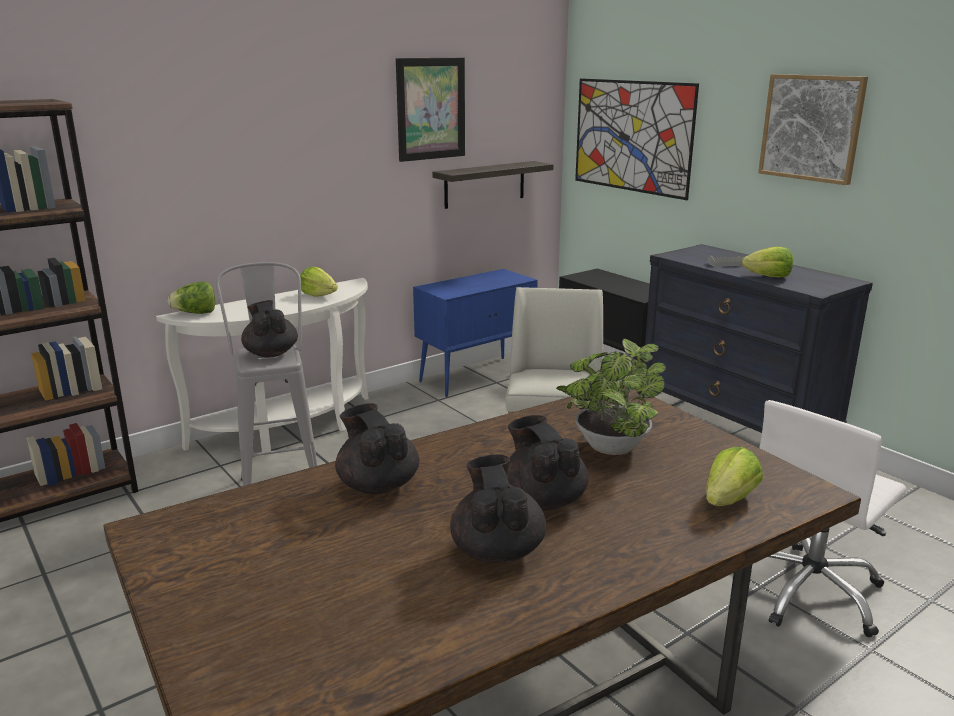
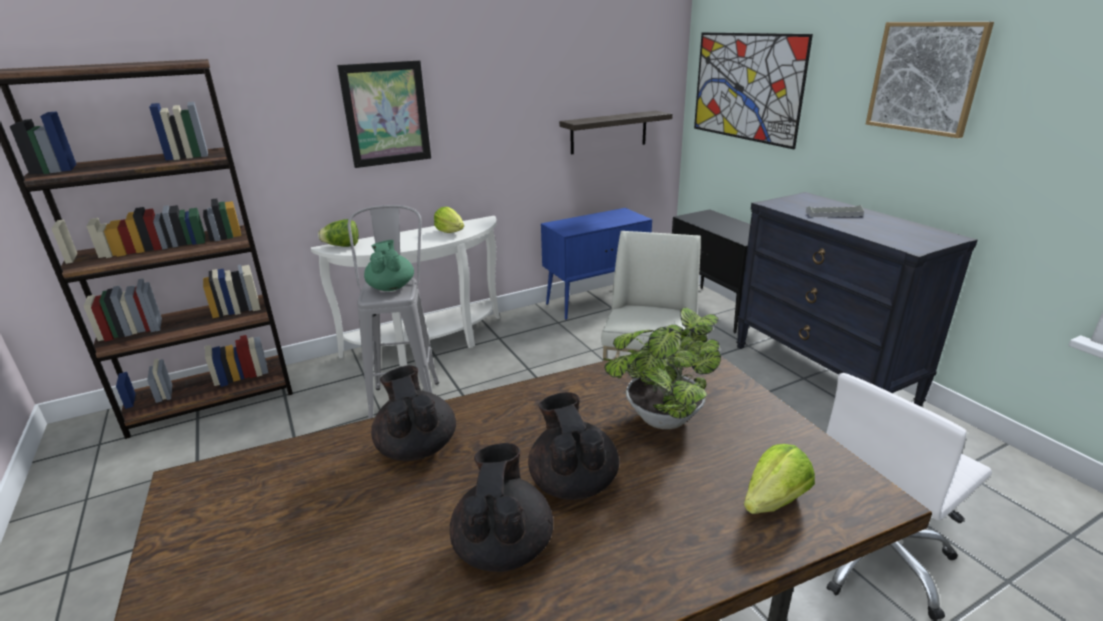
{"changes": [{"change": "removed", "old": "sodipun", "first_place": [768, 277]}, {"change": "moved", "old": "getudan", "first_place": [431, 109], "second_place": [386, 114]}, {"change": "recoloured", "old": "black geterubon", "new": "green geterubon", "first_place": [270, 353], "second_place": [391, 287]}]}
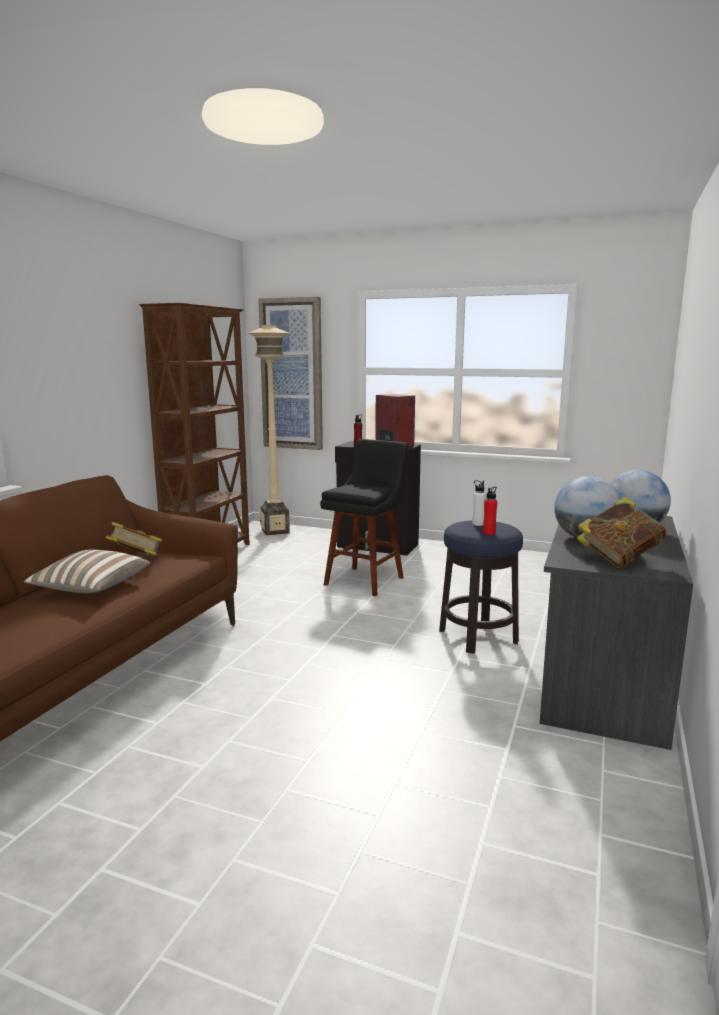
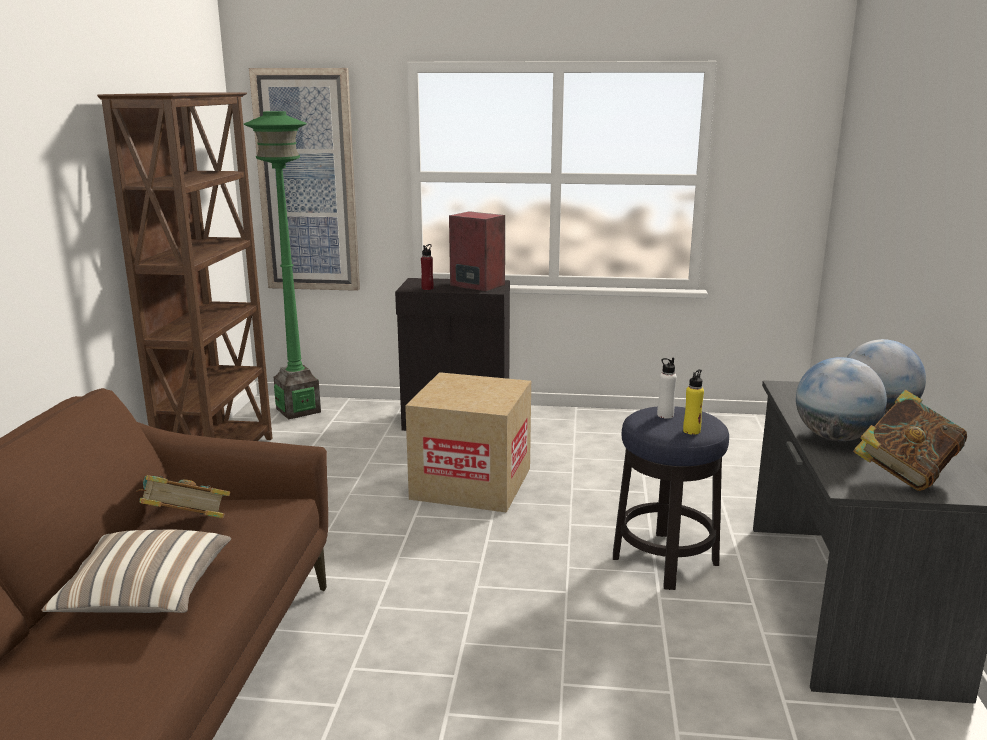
{"changes": [{"change": "replaced", "old": "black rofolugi", "new": "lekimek", "first_place": [366, 580], "second_place": [471, 483]}, {"change": "recoloured", "old": "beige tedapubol", "new": "green tedapubol", "first_place": [275, 531], "second_place": [298, 410]}, {"change": "recoloured", "old": "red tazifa", "new": "yellow tazifa", "first_place": [489, 533], "second_place": [691, 431]}]}
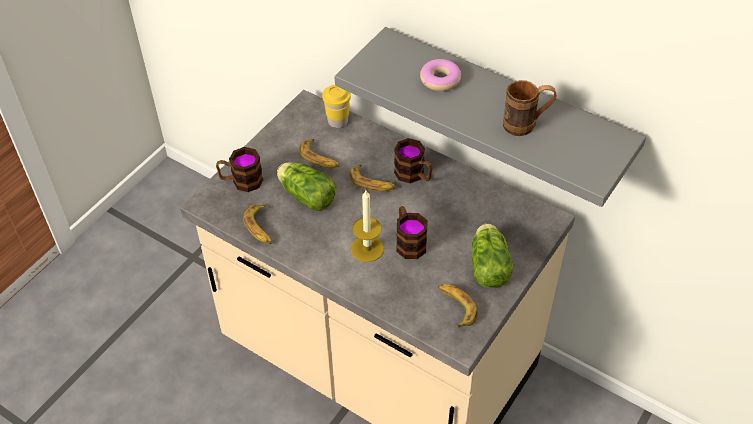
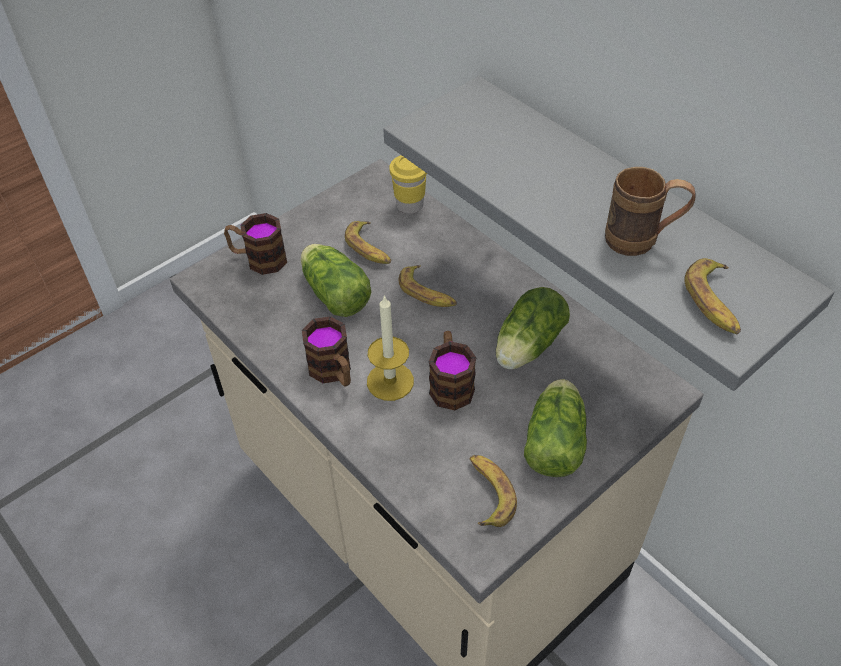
{"changes": [{"change": "removed", "old": "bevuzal", "first_place": [440, 80]}, {"change": "added", "new": "sodipun", "second_place": [526, 347]}, {"change": "moved", "old": "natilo", "first_place": [260, 228], "second_place": [714, 302]}, {"change": "moved", "old": "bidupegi", "first_place": [414, 175], "second_place": [334, 372]}]}
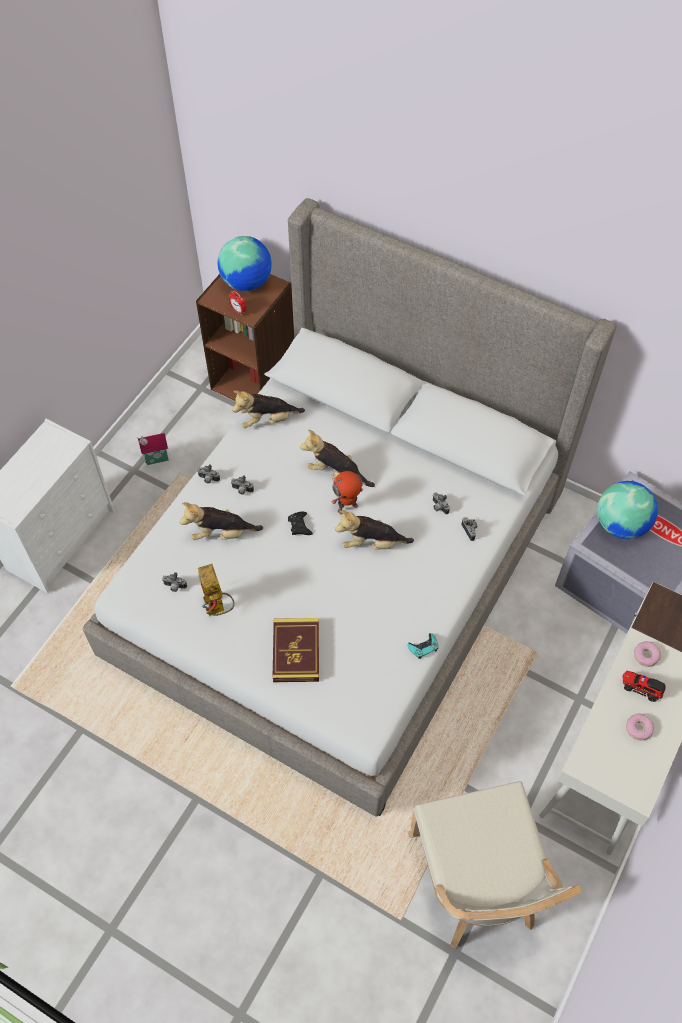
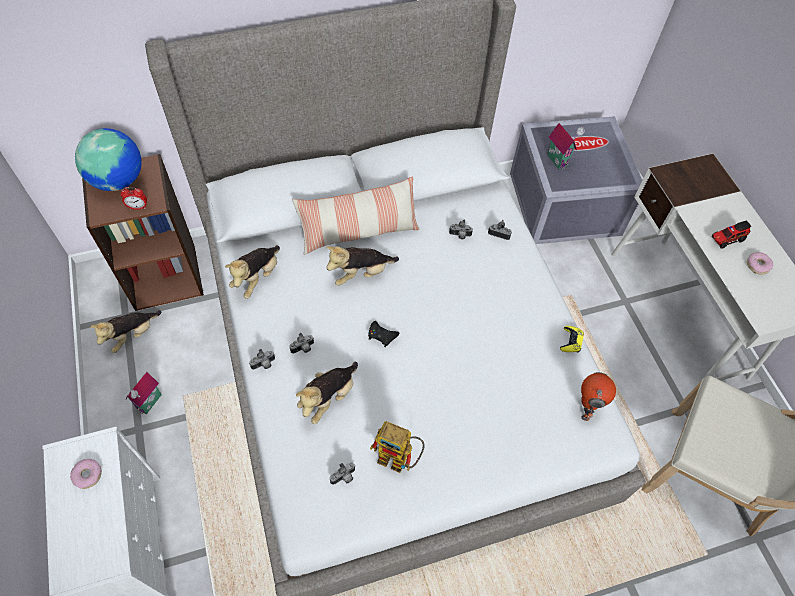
{"changes": [{"change": "removed", "old": "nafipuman", "first_place": [296, 652]}, {"change": "added", "new": "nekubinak", "second_place": [359, 232]}, {"change": "moved", "old": "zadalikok", "first_place": [347, 507], "second_place": [585, 408]}, {"change": "moved", "old": "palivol", "first_place": [372, 543], "second_place": [132, 335]}, {"change": "moved", "old": "bevuzal", "first_place": [645, 655], "second_place": [87, 475]}, {"change": "replaced", "old": "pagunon", "new": "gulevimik", "first_place": [621, 524], "second_place": [558, 160]}, {"change": "recoloured", "old": "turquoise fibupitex", "new": "yellow fibupitex", "first_place": [423, 647], "second_place": [571, 341]}]}
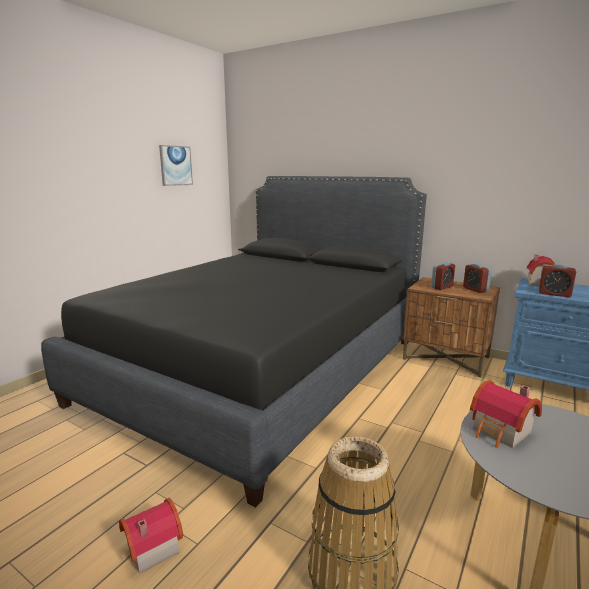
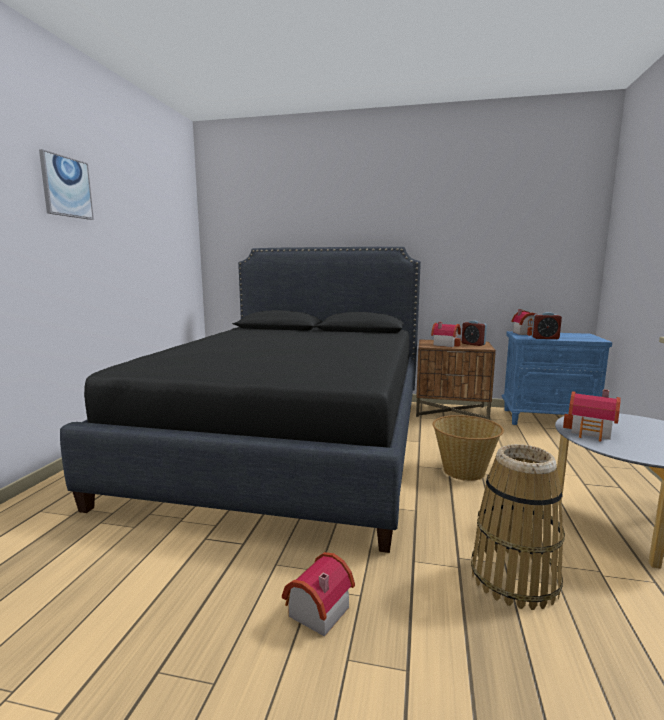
{"changes": [{"change": "added", "new": "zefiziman", "second_place": [464, 471]}, {"change": "moved", "old": "getudan", "first_place": [175, 165], "second_place": [66, 187]}, {"change": "replaced", "old": "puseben", "new": "gulevimik", "first_place": [442, 287], "second_place": [445, 344]}]}
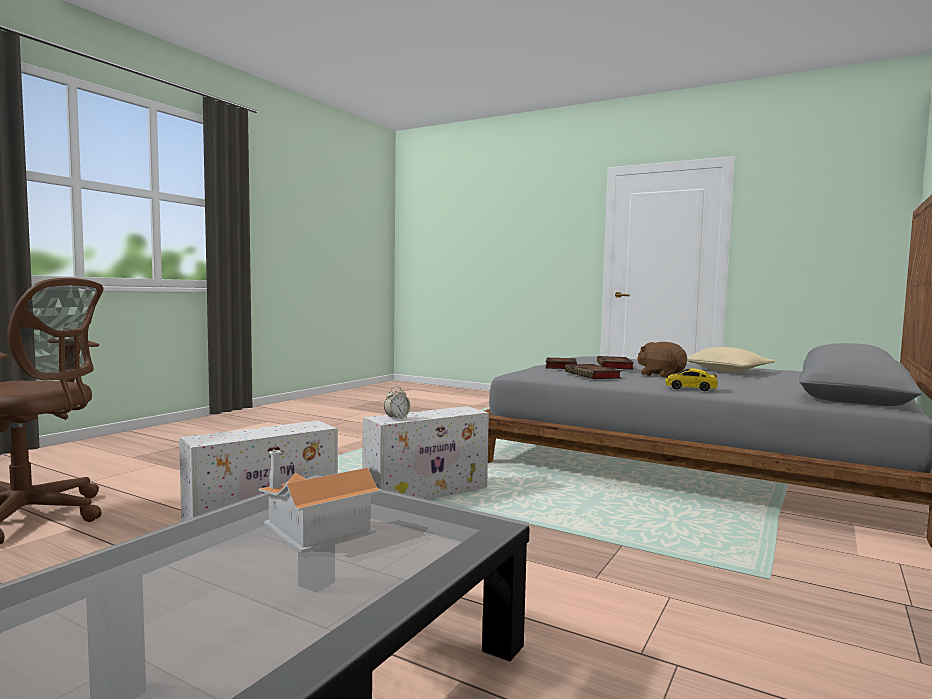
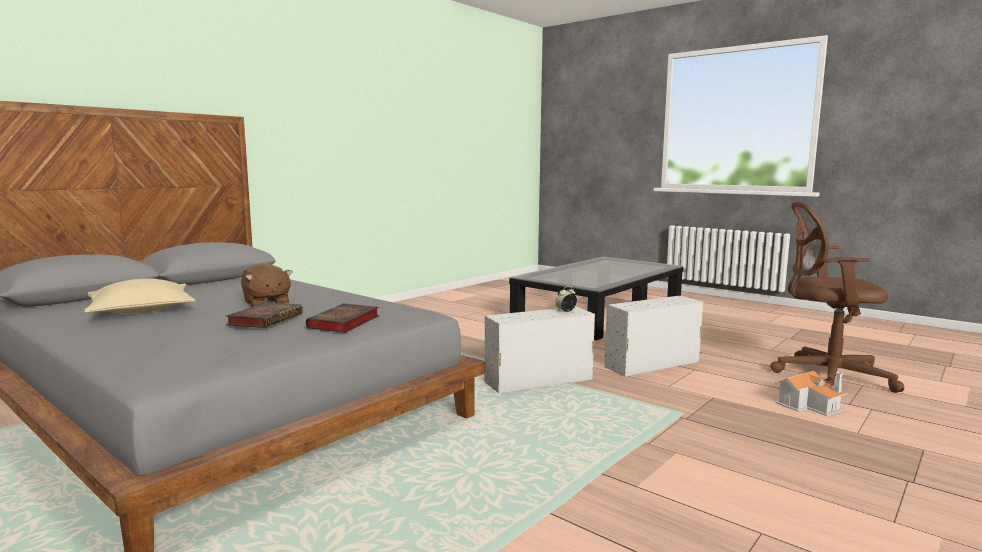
{"changes": [{"change": "removed", "old": "nafipuman", "first_place": [593, 375]}, {"change": "removed", "old": "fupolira", "first_place": [690, 388]}, {"change": "moved", "old": "gulevimik", "first_place": [313, 531], "second_place": [809, 405]}]}
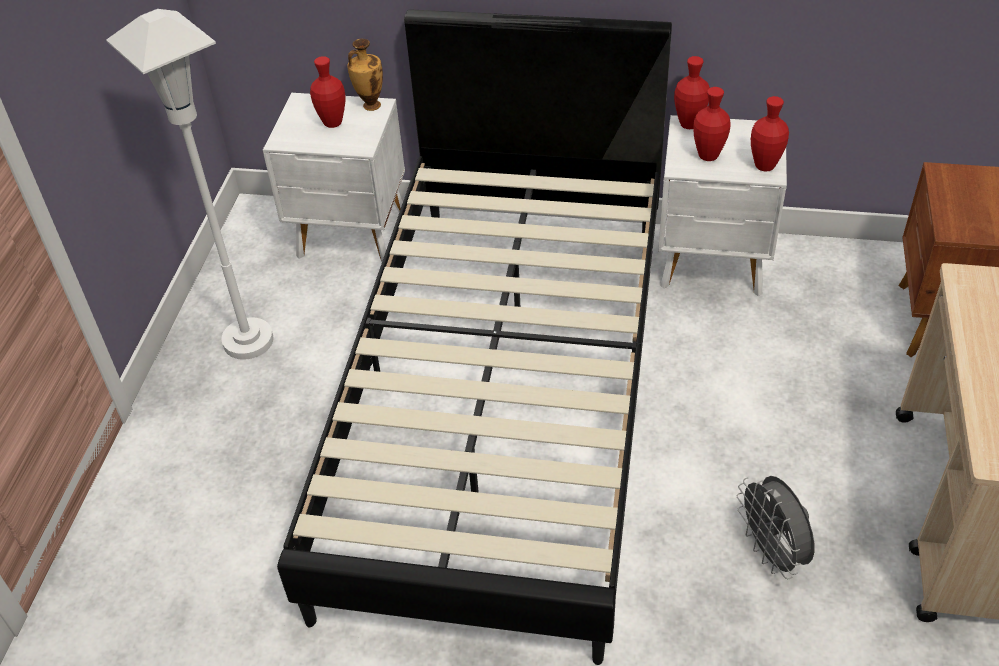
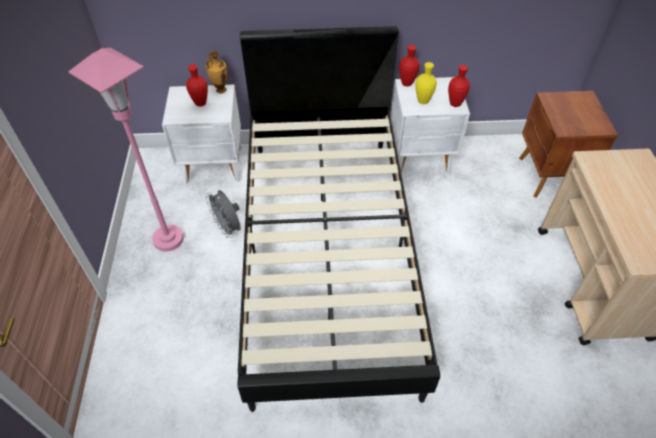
{"changes": [{"change": "moved", "old": "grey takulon", "first_place": [772, 553], "second_place": [228, 228]}, {"change": "recoloured", "old": "white tedapubol", "new": "pink tedapubol", "first_place": [248, 341], "second_place": [168, 239]}, {"change": "recoloured", "old": "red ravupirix", "new": "yellow ravupirix", "first_place": [708, 156], "second_place": [423, 101]}]}
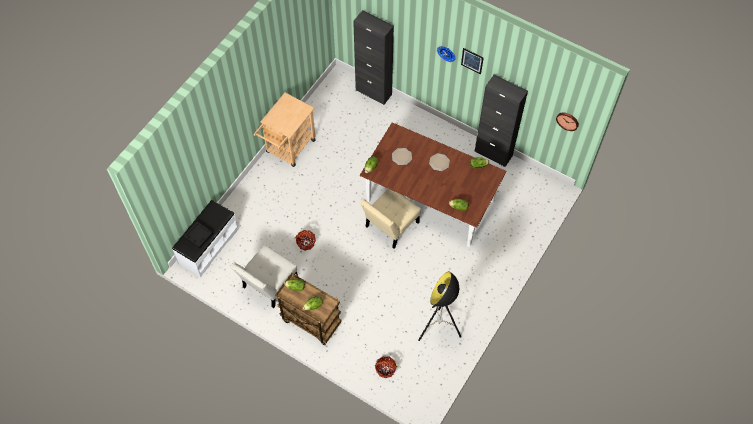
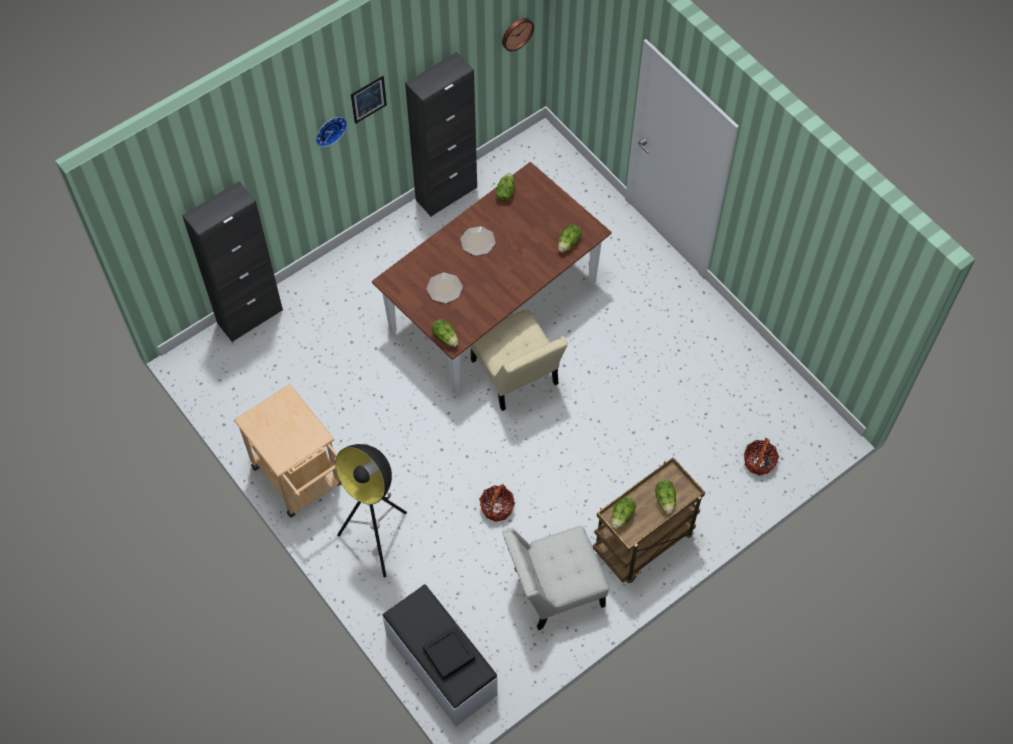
{"changes": [{"change": "moved", "old": "tedapubol", "first_place": [438, 328], "second_place": [378, 540]}, {"change": "turned", "old": "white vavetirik", "first_place": [268, 285], "second_place": [553, 589], "degrees": 105}]}
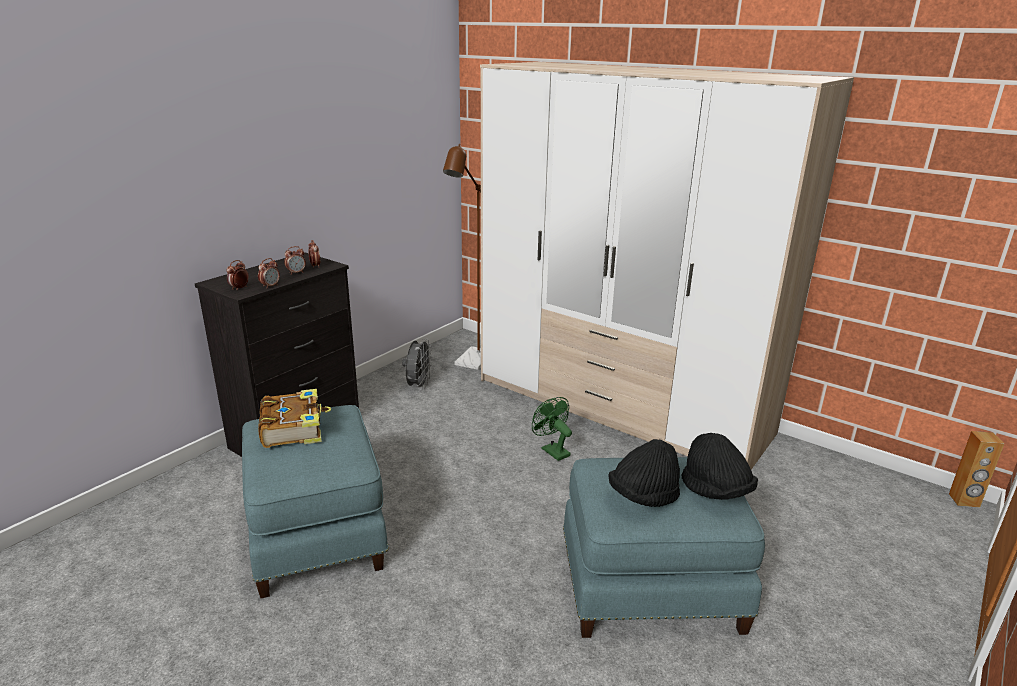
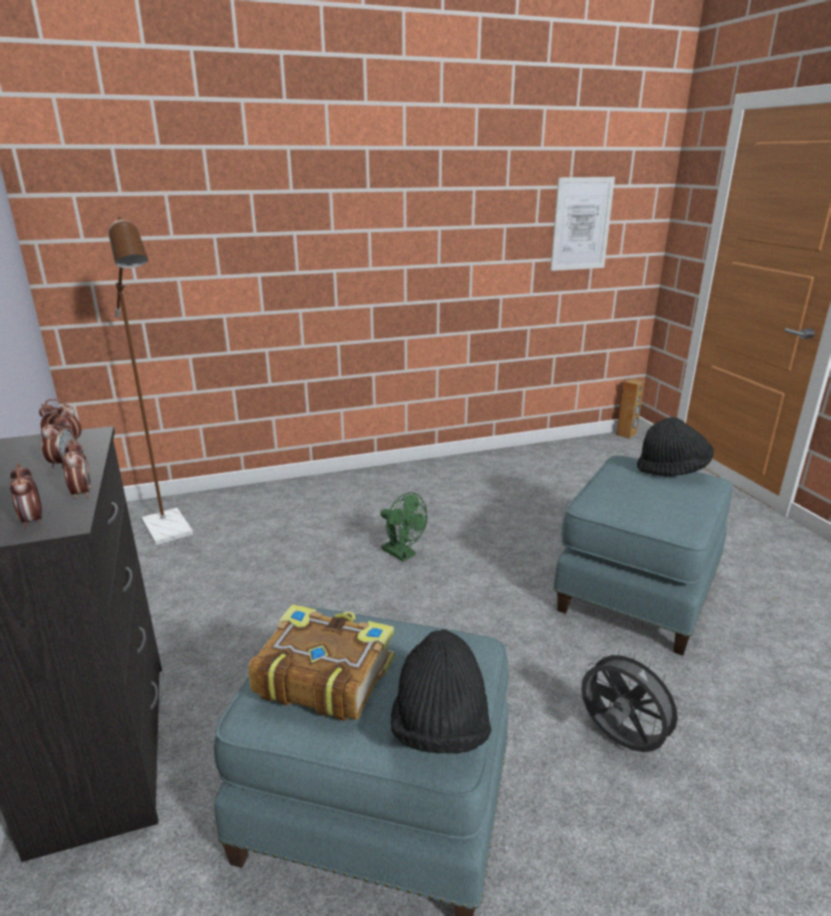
{"changes": [{"change": "removed", "old": "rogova", "first_place": [619, 406]}, {"change": "added", "new": "getudan", "second_place": [581, 224]}, {"change": "moved", "old": "grey takulon", "first_place": [418, 386], "second_place": [619, 741]}, {"change": "moved", "old": "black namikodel", "first_place": [643, 496], "second_place": [440, 728]}, {"change": "turned", "old": "green takulon", "first_place": [552, 450], "second_place": [403, 554], "degrees": -135}]}
